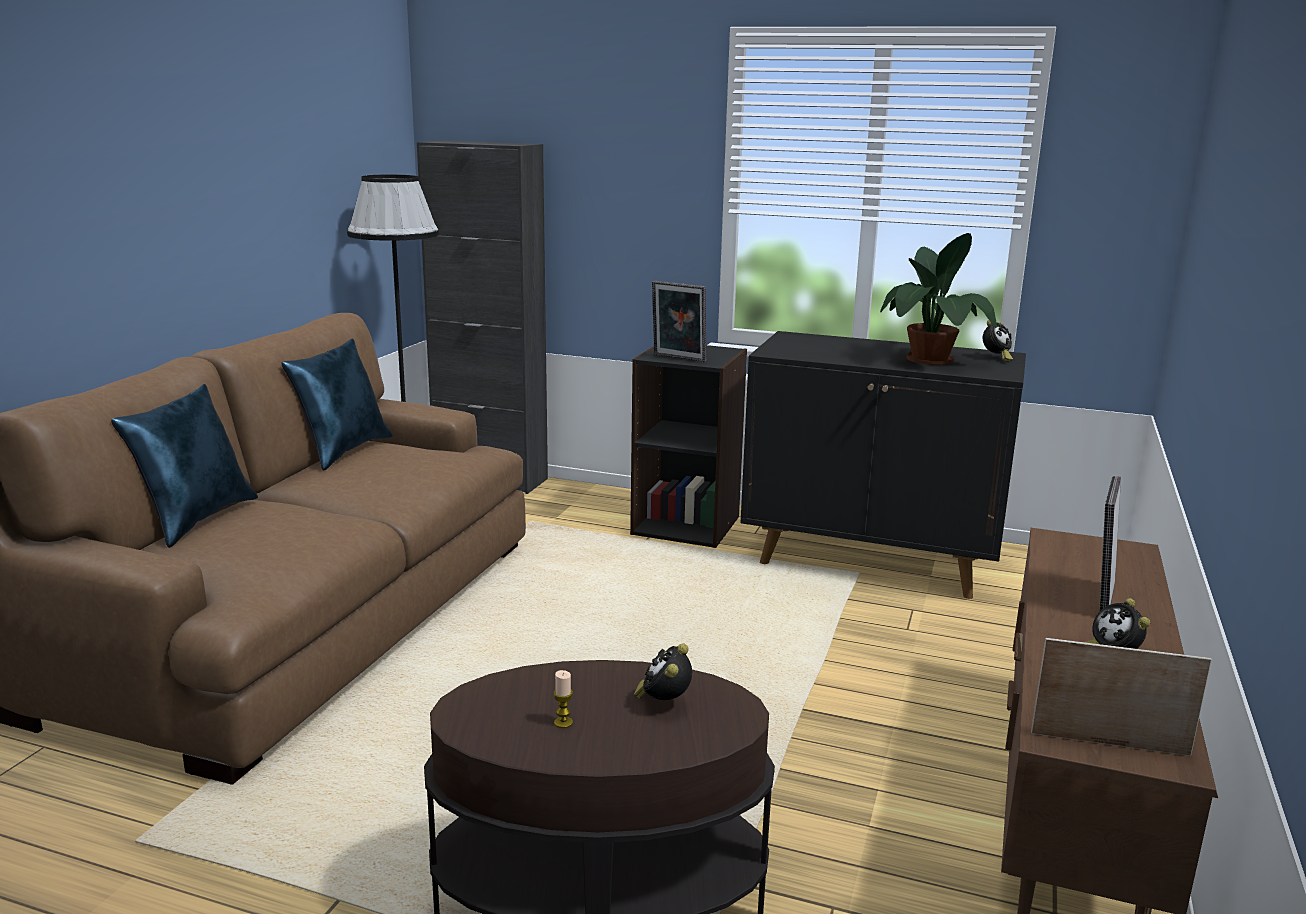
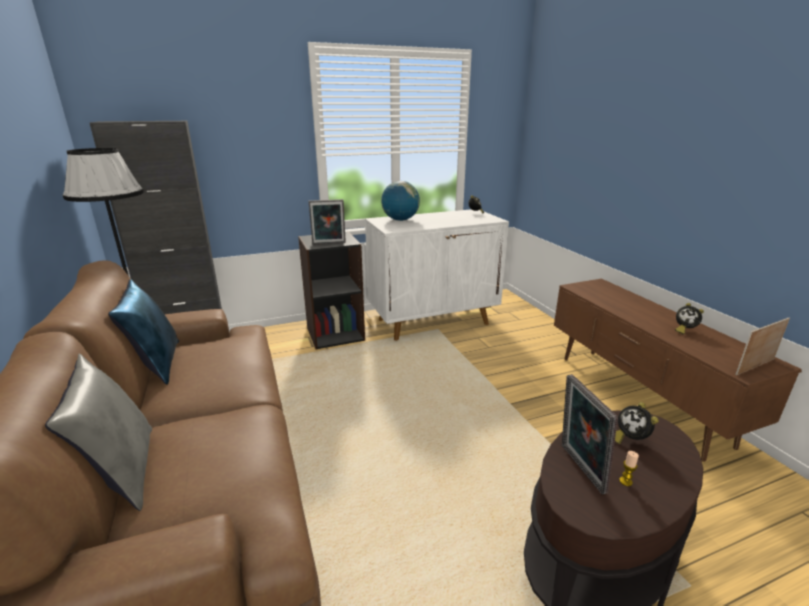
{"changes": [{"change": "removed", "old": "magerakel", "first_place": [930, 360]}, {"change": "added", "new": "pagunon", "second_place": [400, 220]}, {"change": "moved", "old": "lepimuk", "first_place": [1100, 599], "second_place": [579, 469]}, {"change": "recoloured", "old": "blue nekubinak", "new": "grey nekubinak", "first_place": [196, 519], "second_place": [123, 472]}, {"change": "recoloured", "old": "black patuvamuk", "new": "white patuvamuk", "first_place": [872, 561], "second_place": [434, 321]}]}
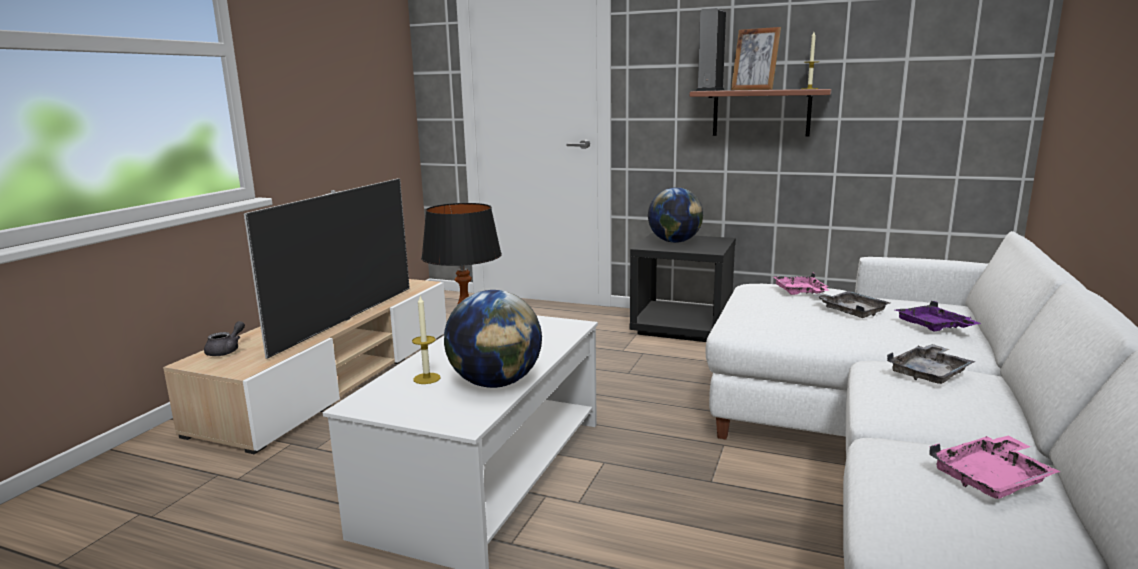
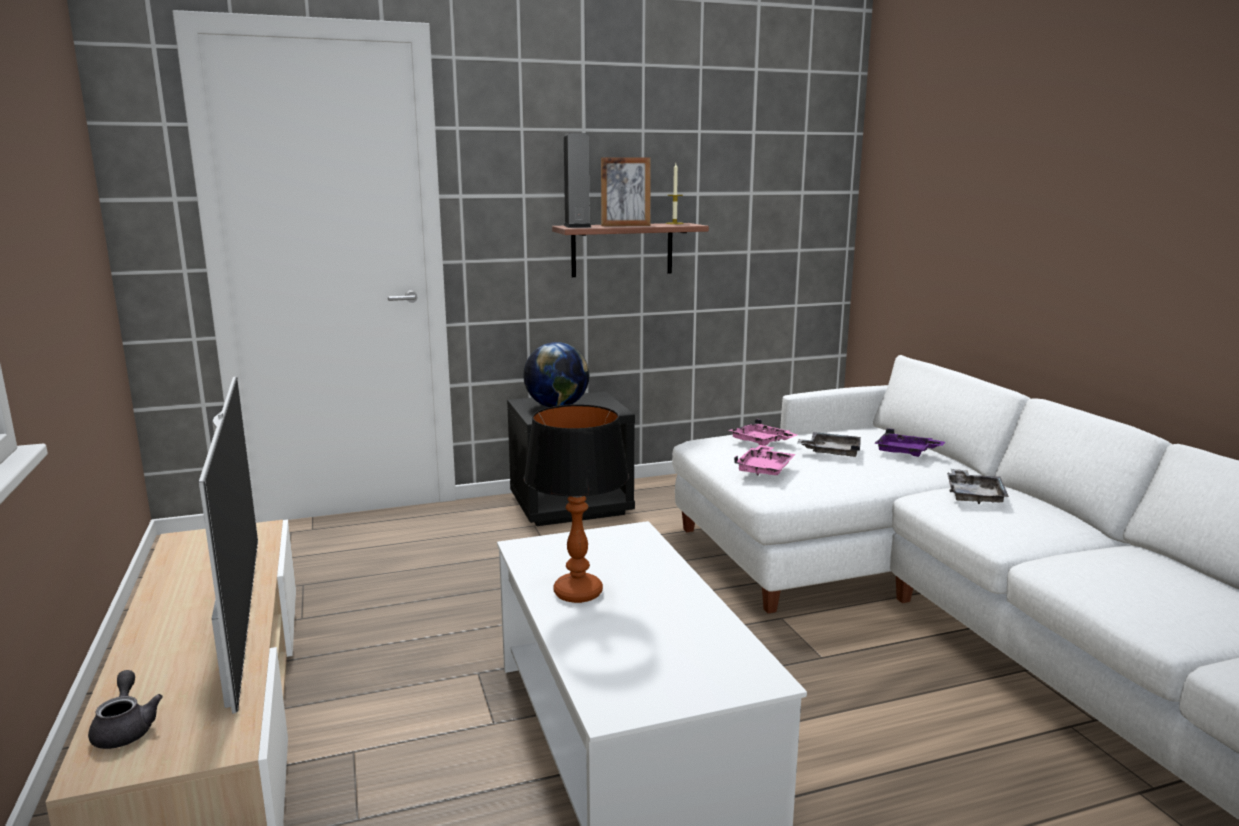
{"changes": [{"change": "removed", "old": "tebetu", "first_place": [426, 378]}, {"change": "removed", "old": "pagunon", "first_place": [495, 383]}, {"change": "moved", "old": "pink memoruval", "first_place": [992, 479], "second_place": [765, 469]}]}
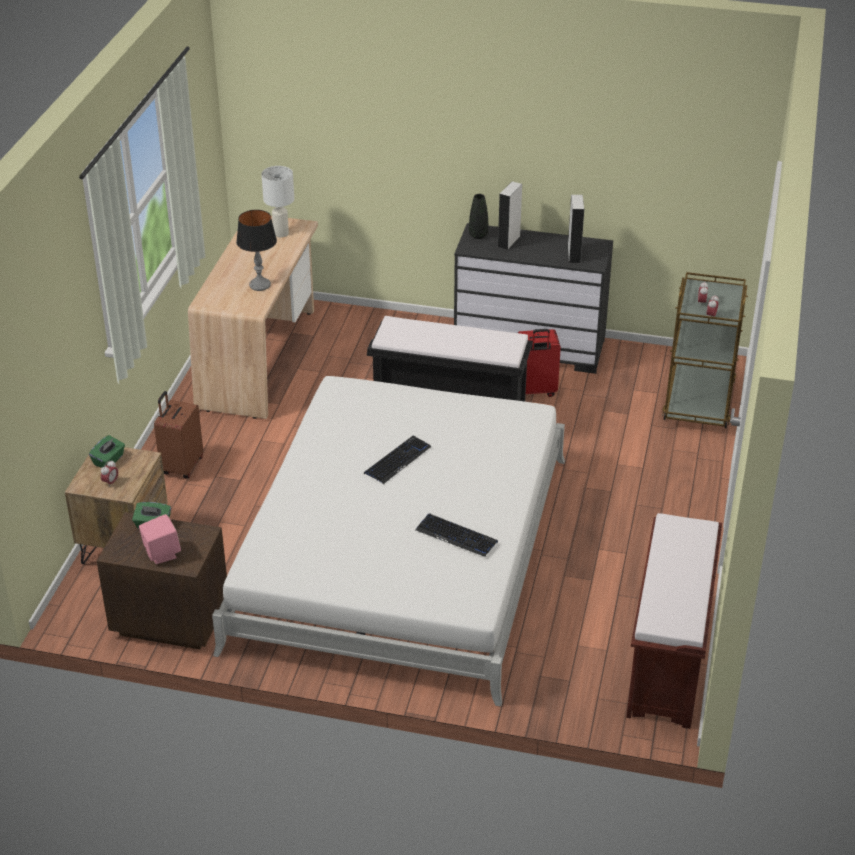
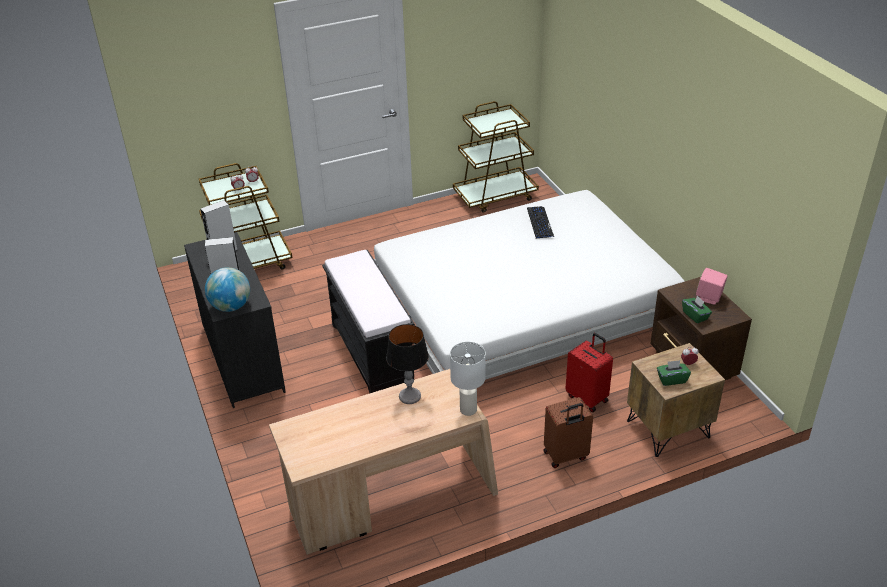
{"changes": [{"change": "removed", "old": "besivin", "first_place": [397, 460]}, {"change": "moved", "old": "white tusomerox", "first_place": [281, 233], "second_place": [468, 410]}, {"change": "moved", "old": "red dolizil", "first_place": [535, 391], "second_place": [587, 398]}, {"change": "replaced", "old": "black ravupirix", "new": "pagunon", "first_place": [478, 235], "second_place": [231, 306]}, {"change": "replaced", "old": "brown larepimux", "new": "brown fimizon", "first_place": [668, 661], "second_place": [495, 196]}]}
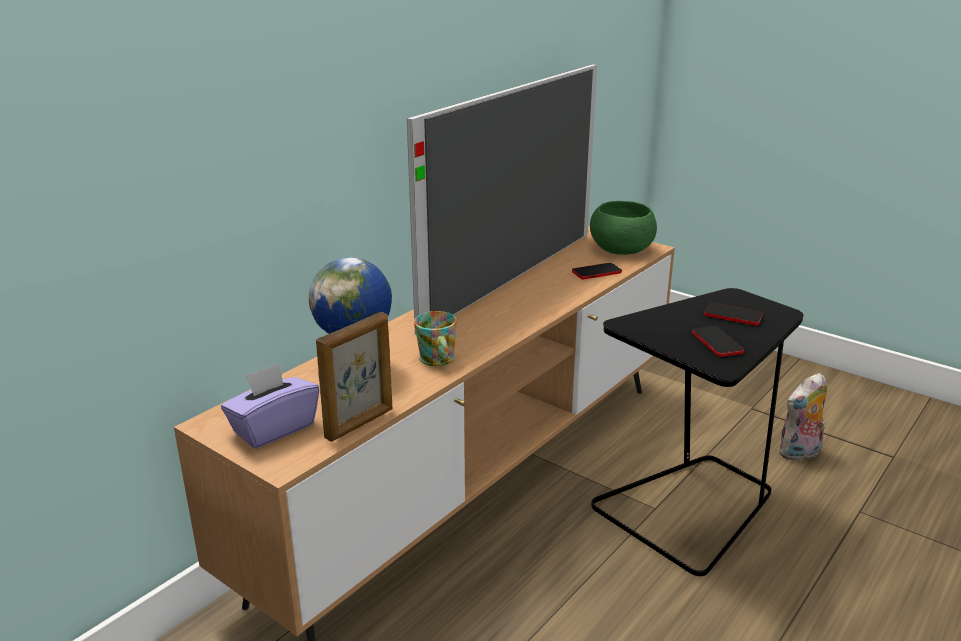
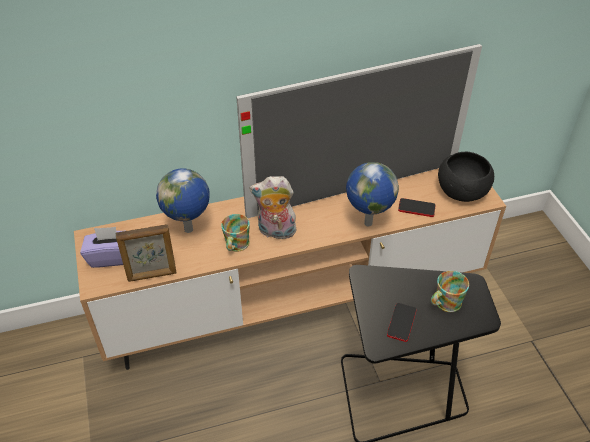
{"changes": [{"change": "added", "new": "pagunon", "second_place": [367, 223]}, {"change": "moved", "old": "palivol", "first_place": [799, 454], "second_place": [275, 232]}, {"change": "replaced", "old": "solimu", "new": "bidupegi", "first_place": [733, 315], "second_place": [444, 303]}, {"change": "recoloured", "old": "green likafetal", "new": "black likafetal", "first_place": [621, 249], "second_place": [462, 191]}]}
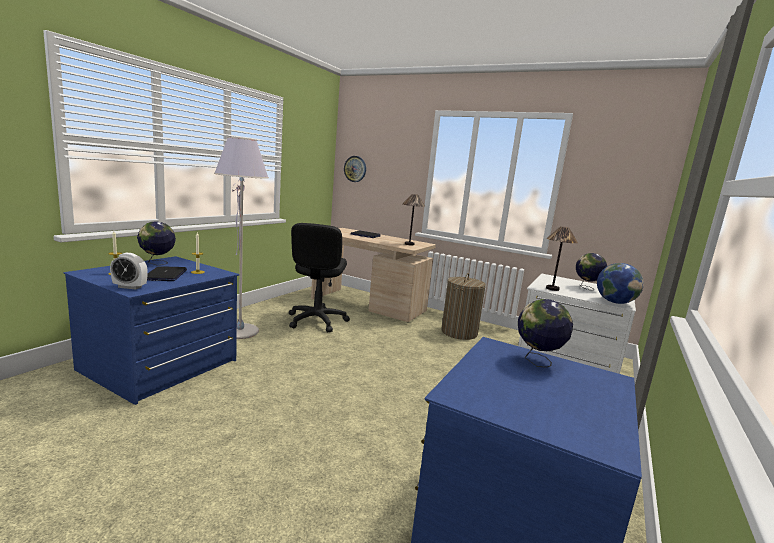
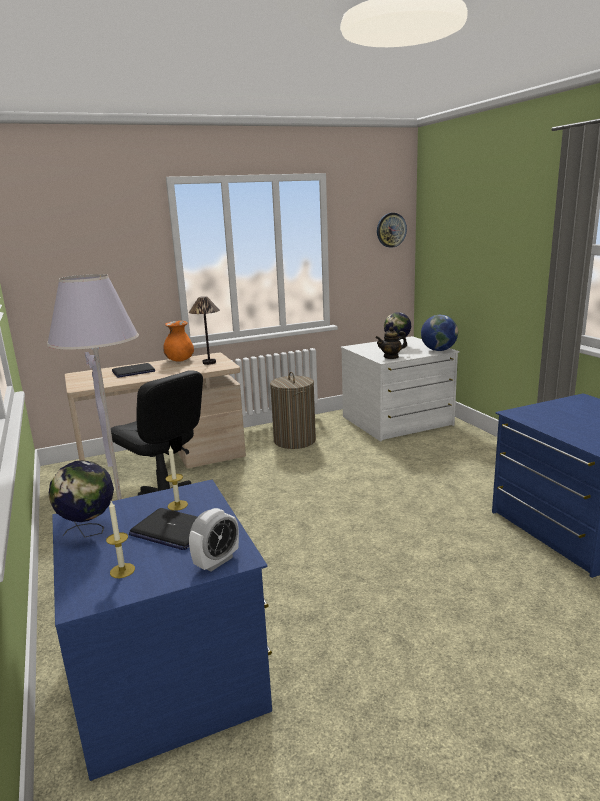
{"changes": [{"change": "removed", "old": "pagunon", "first_place": [537, 362]}, {"change": "added", "new": "orange ravupirix", "second_place": [180, 360]}, {"change": "moved", "old": "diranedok", "first_place": [355, 169], "second_place": [391, 230]}, {"change": "replaced", "old": "tusomerox", "new": "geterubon", "first_place": [552, 289], "second_place": [391, 357]}]}
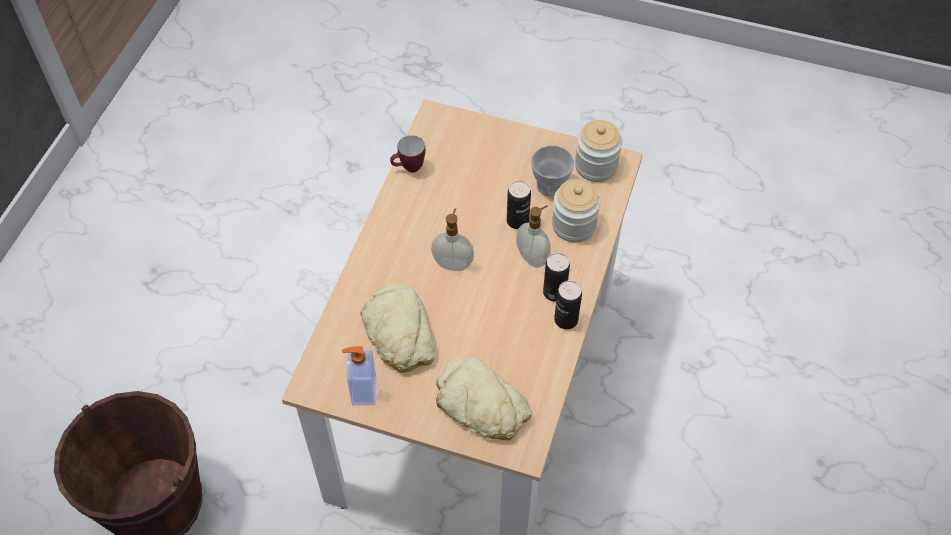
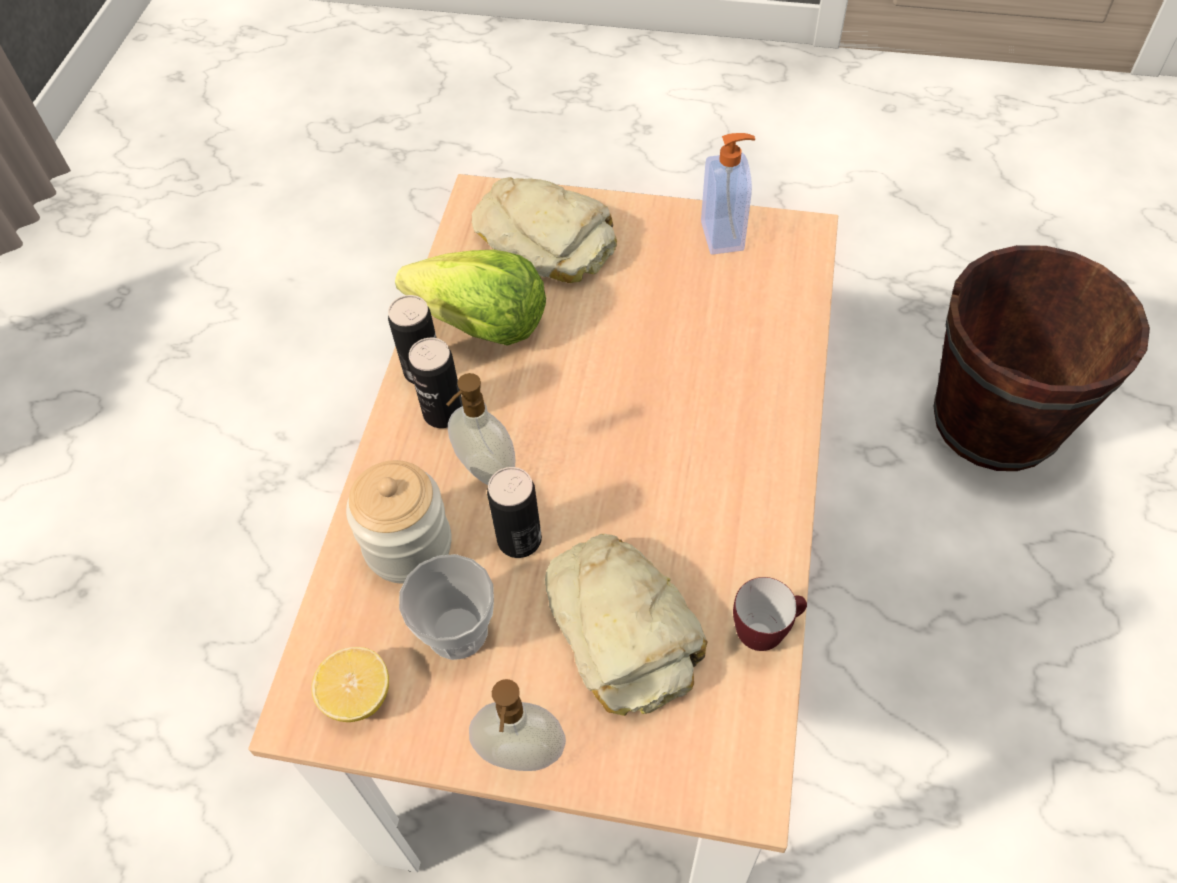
{"changes": [{"change": "added", "new": "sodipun", "second_place": [481, 325]}, {"change": "moved", "old": "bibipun", "first_place": [399, 334], "second_place": [623, 630]}, {"change": "moved", "old": "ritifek", "first_place": [453, 263], "second_place": [521, 757]}, {"change": "replaced", "old": "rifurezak", "new": "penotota", "first_place": [596, 166], "second_place": [357, 695]}]}
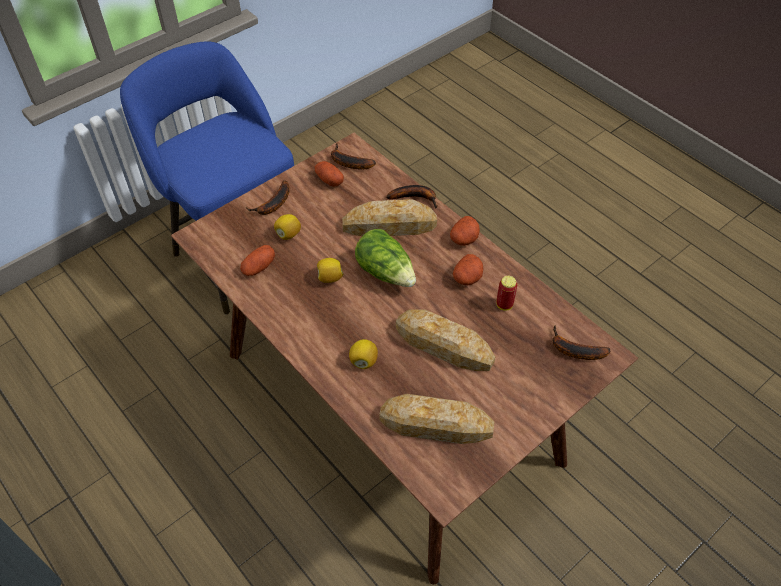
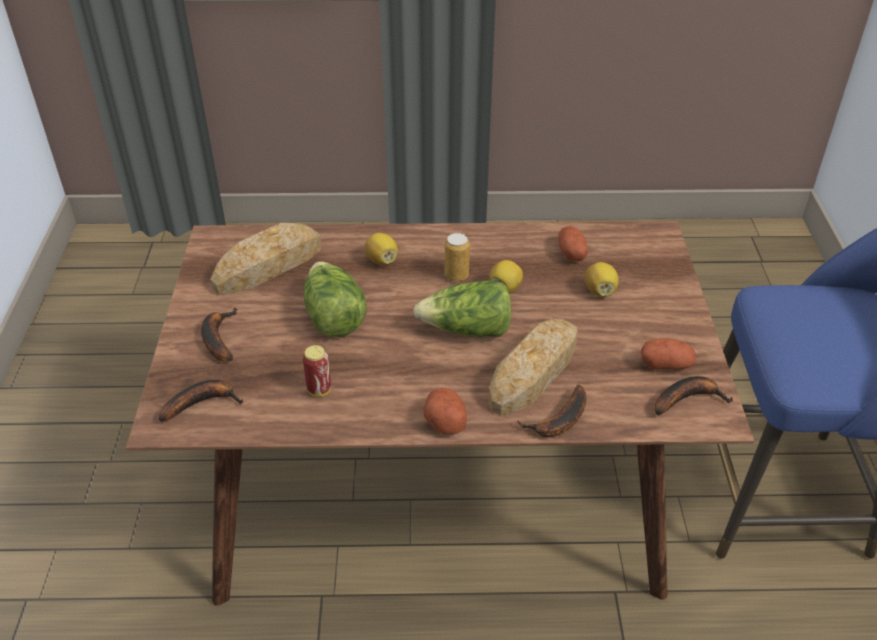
{"changes": [{"change": "removed", "old": "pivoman", "first_place": [467, 278]}, {"change": "added", "new": "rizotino", "second_place": [456, 275]}, {"change": "moved", "old": "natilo", "first_place": [273, 204], "second_place": [217, 338]}, {"change": "replaced", "old": "bibipun", "new": "sodipun", "first_place": [443, 345], "second_place": [333, 316]}]}
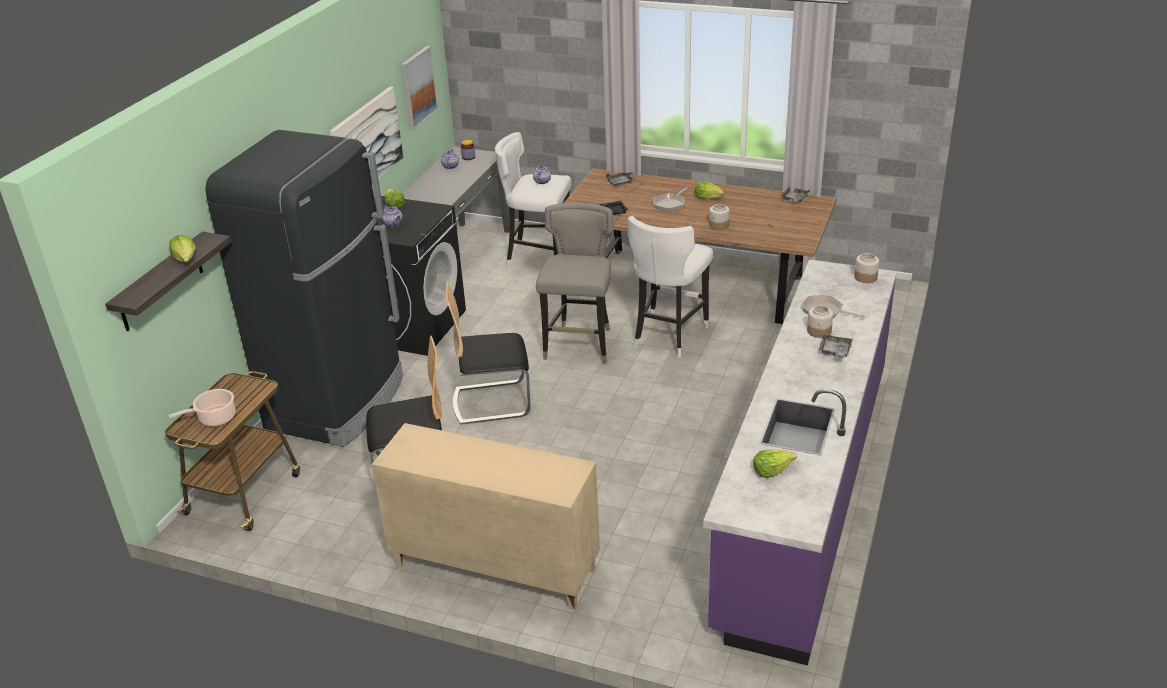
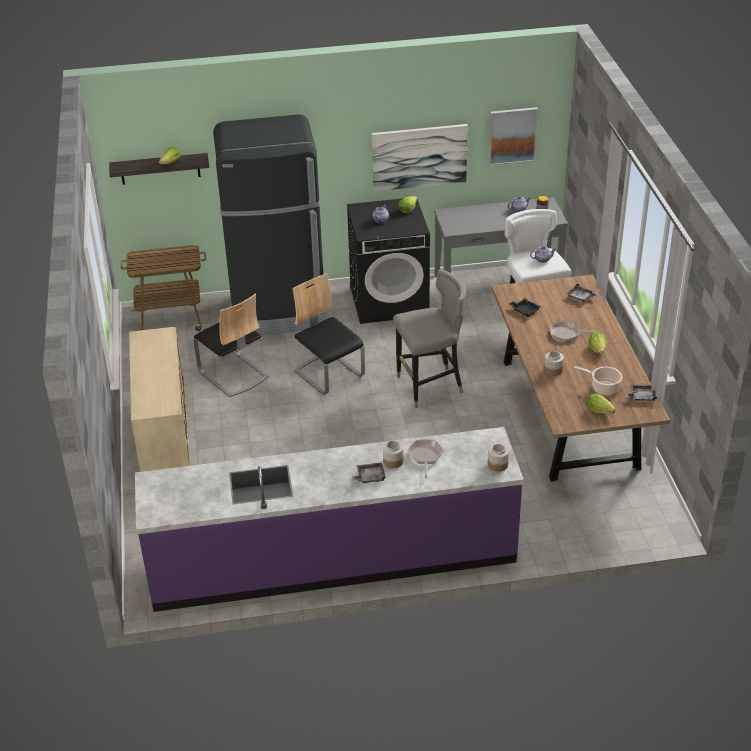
{"changes": [{"change": "removed", "old": "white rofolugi", "first_place": [668, 336]}, {"change": "moved", "old": "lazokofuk", "first_place": [215, 418], "second_place": [603, 387]}, {"change": "moved", "old": "sodipun", "first_place": [772, 470], "second_place": [599, 410]}]}
